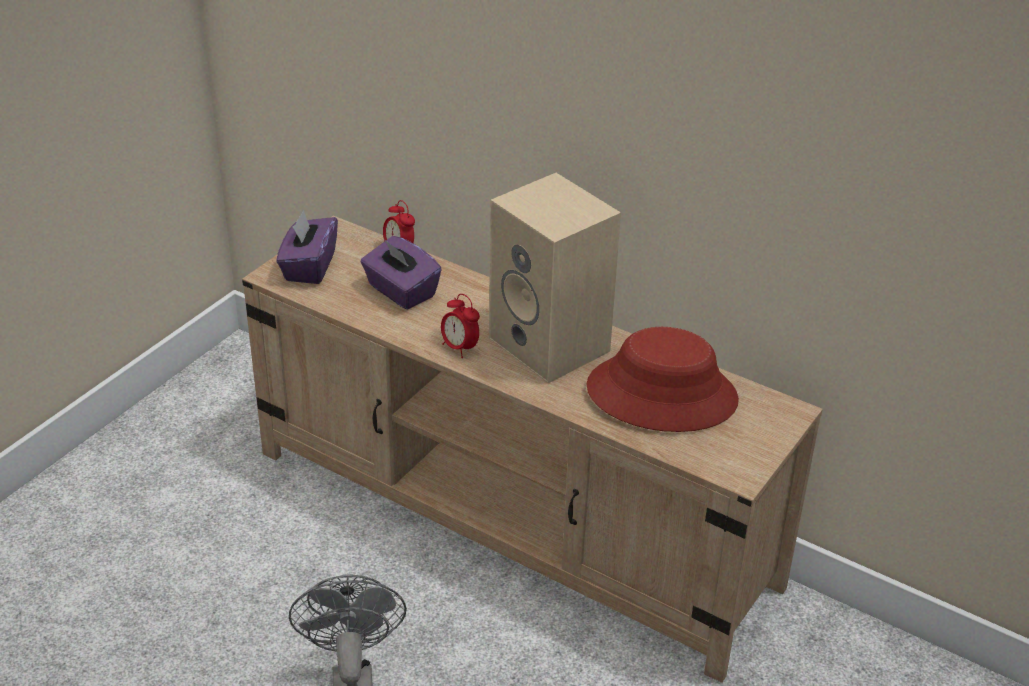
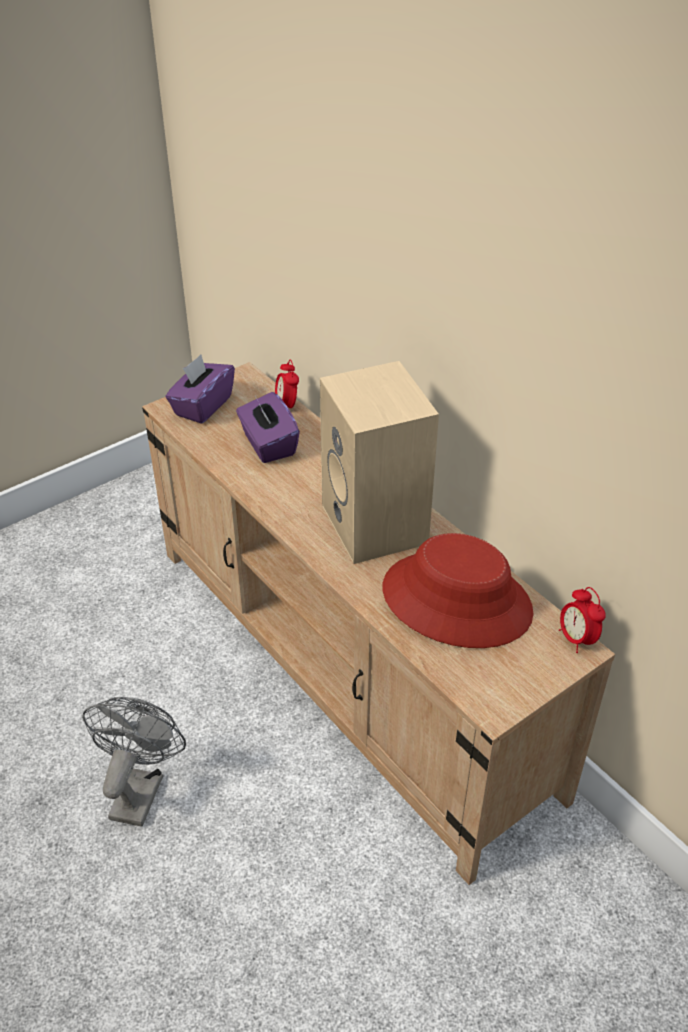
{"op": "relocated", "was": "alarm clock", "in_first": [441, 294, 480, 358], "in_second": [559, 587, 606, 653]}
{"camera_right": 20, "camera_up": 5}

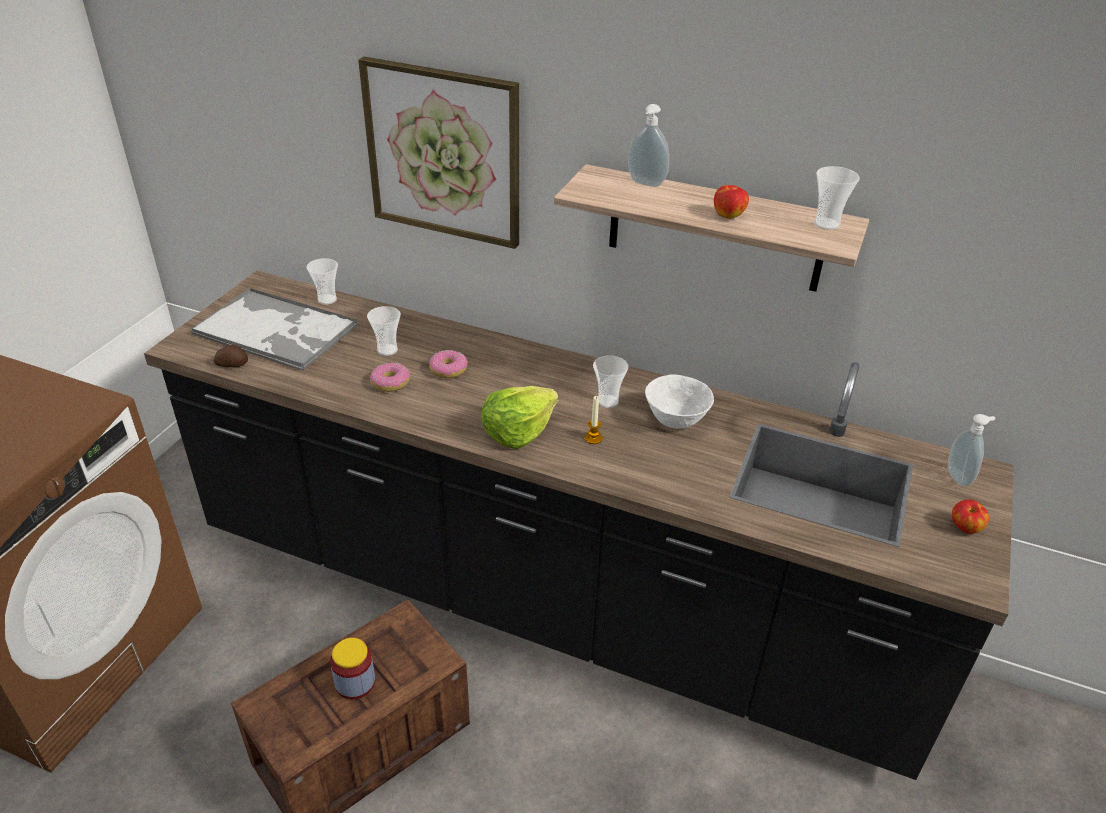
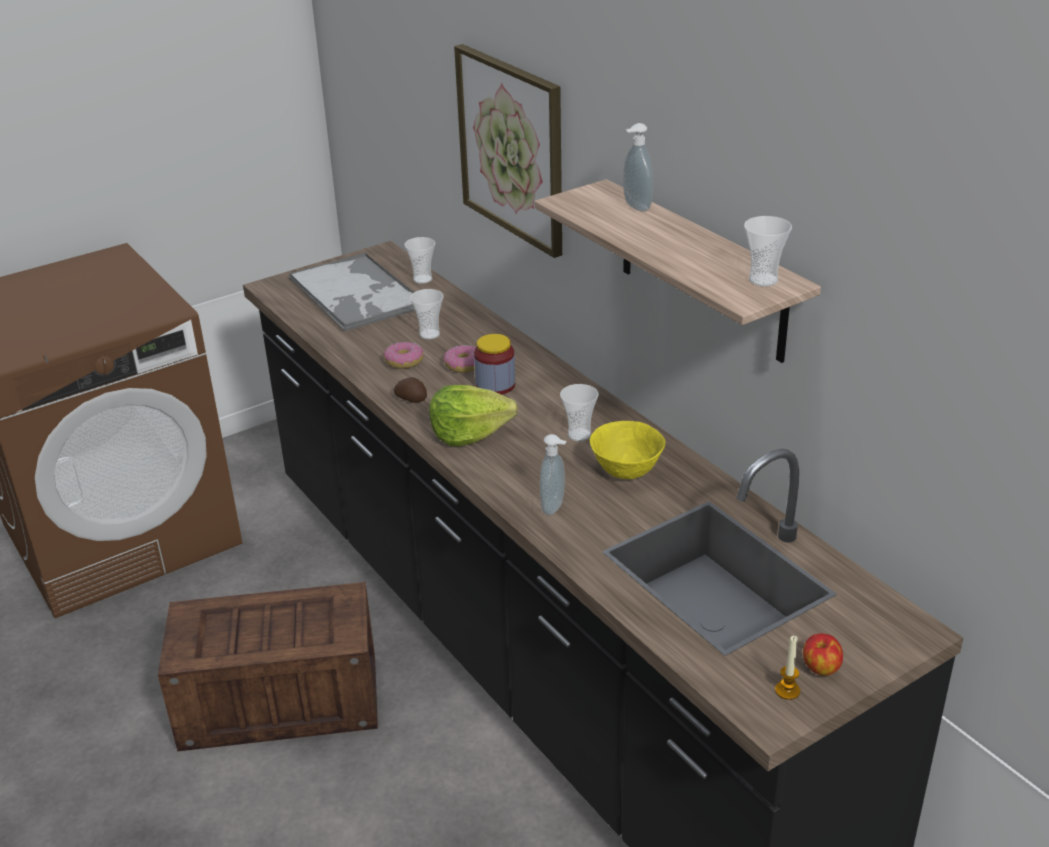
{"op": "relocated", "was": "whole potato", "in_first": [214, 345, 248, 367], "in_second": [394, 377, 427, 403]}
{"op": "relocated", "was": "preserve jar", "in_first": [330, 638, 375, 699], "in_second": [474, 334, 515, 395]}
{"op": "relocated", "was": "wax light", "in_first": [585, 396, 603, 444], "in_second": [775, 636, 800, 700]}
{"op": "colour", "was": "white-coloured bowl", "now": "yellowish bowl", "in_first": [645, 375, 714, 429], "in_second": [590, 421, 666, 479]}
{"op": "missing", "was": "apple", "in_first": [714, 185, 749, 219]}
{"op": "relocated", "was": "soap dispenser", "in_first": [948, 414, 996, 486], "in_second": [540, 434, 567, 515]}
{"camera_right": 35, "camera_up": -5}

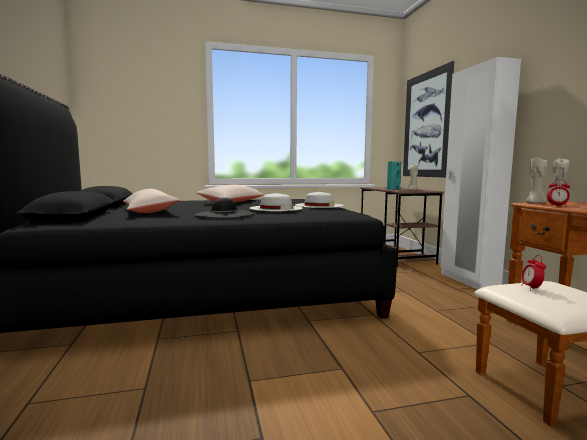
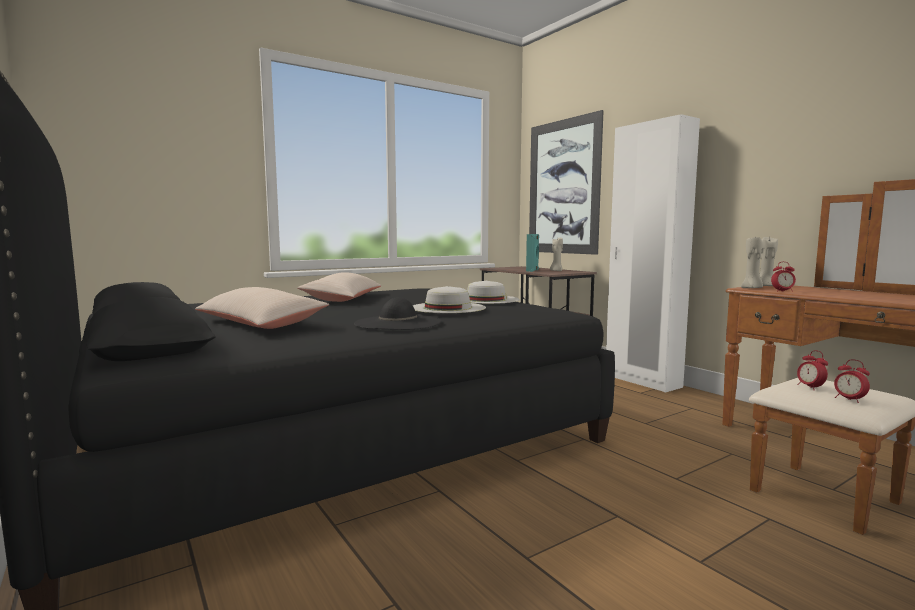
{"op": "appeared", "now": "alarm clock", "in_second": [834, 359, 870, 403]}
{"camera_right": -20, "camera_up": 0}

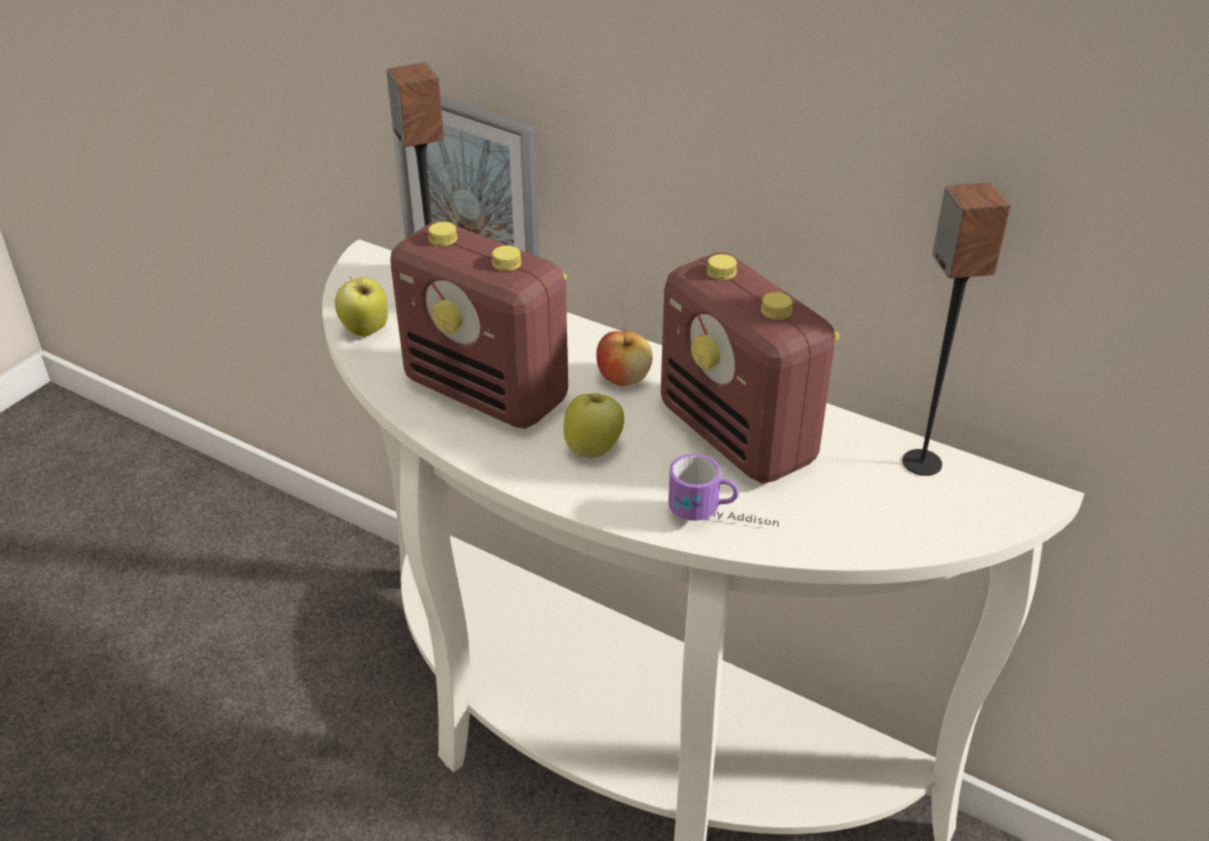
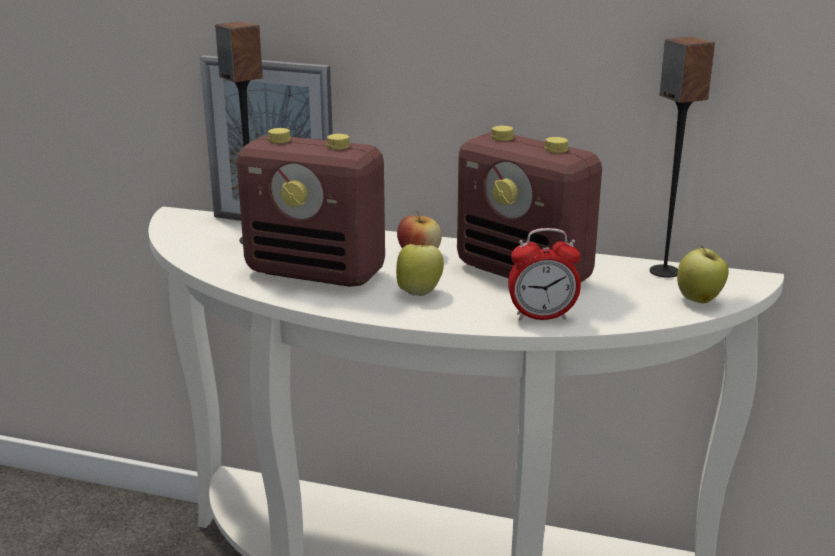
{"op": "relocated", "was": "apple", "in_first": [335, 277, 388, 337], "in_second": [677, 246, 728, 304]}
{"op": "exchanged", "was": "tea mug", "now": "alarm clock", "in_first": [668, 454, 779, 526], "in_second": [508, 228, 581, 320]}
{"camera_right": -15, "camera_up": -15}

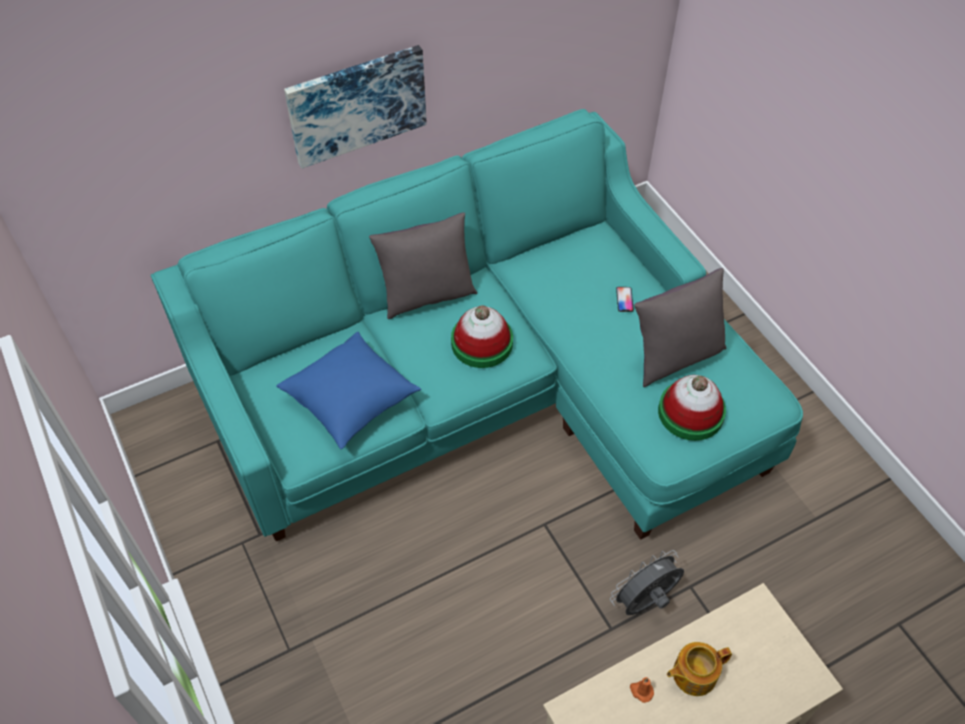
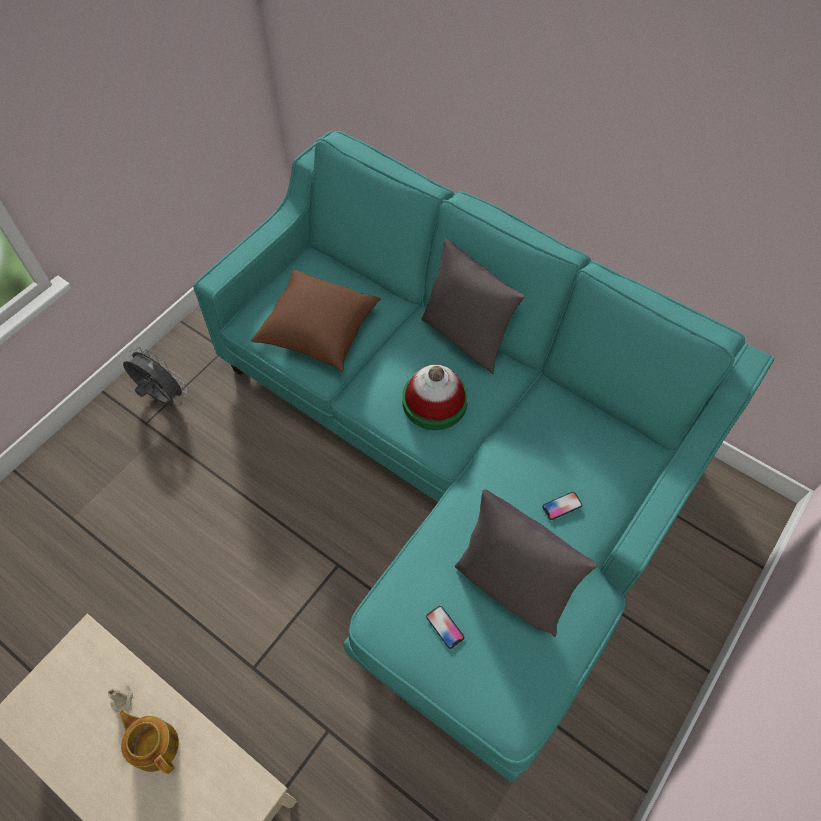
{"op": "colour", "was": "blue-coloured throw pillow", "now": "brown-coloured throw pillow", "in_first": [276, 332, 421, 449], "in_second": [251, 269, 381, 371]}
{"op": "missing", "was": "wall picture", "in_first": [284, 45, 427, 168]}
{"op": "relocated", "was": "grey cooling fan", "in_first": [610, 550, 684, 615], "in_second": [123, 347, 187, 405]}
{"op": "colour", "was": "orange-coloured wax light", "now": "beige-coloured wax light", "in_first": [630, 677, 654, 703], "in_second": [108, 685, 133, 712]}
{"op": "exchanged", "was": "wearable hat", "now": "phone", "in_first": [658, 375, 726, 441], "in_second": [426, 606, 465, 649]}
{"camera_right": 65, "camera_up": 5}

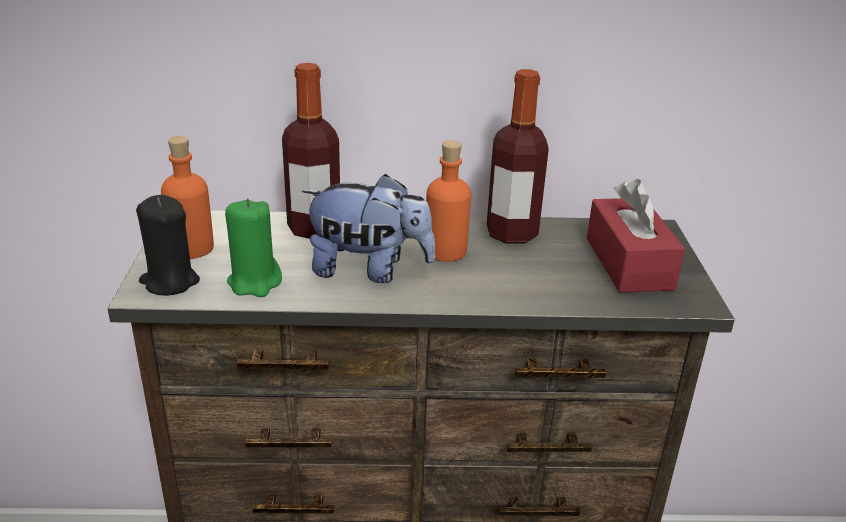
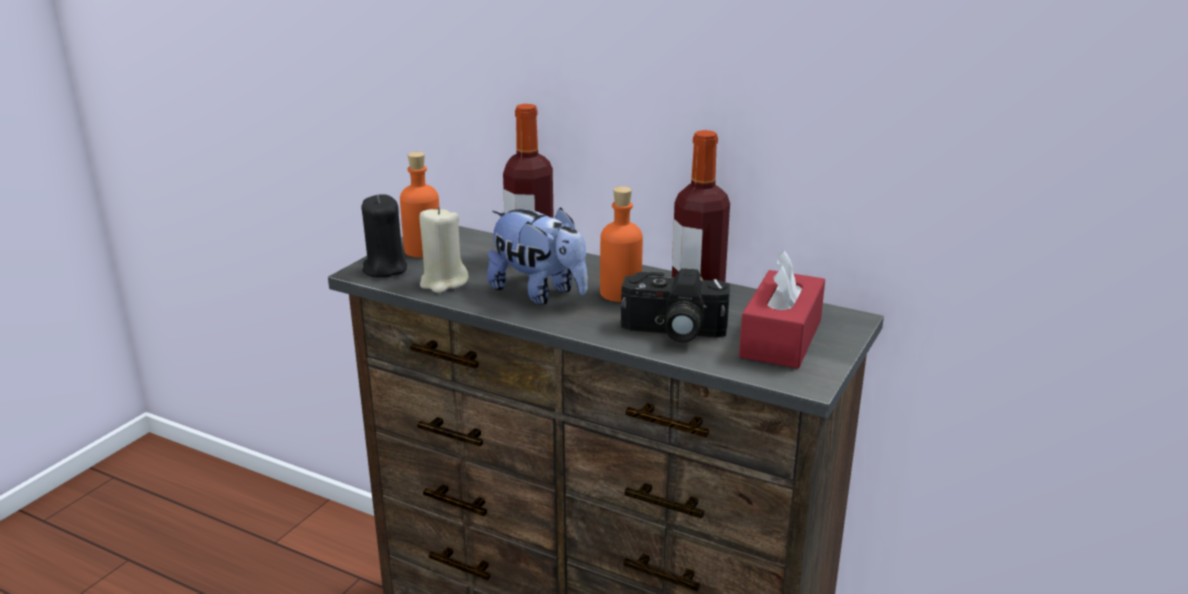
{"op": "colour", "was": "green wax light", "now": "beige-coloured wax light", "in_first": [225, 199, 282, 297], "in_second": [419, 207, 469, 293]}
{"op": "appeared", "now": "still camera", "in_second": [621, 268, 730, 343]}
{"camera_right": 30, "camera_up": -5}

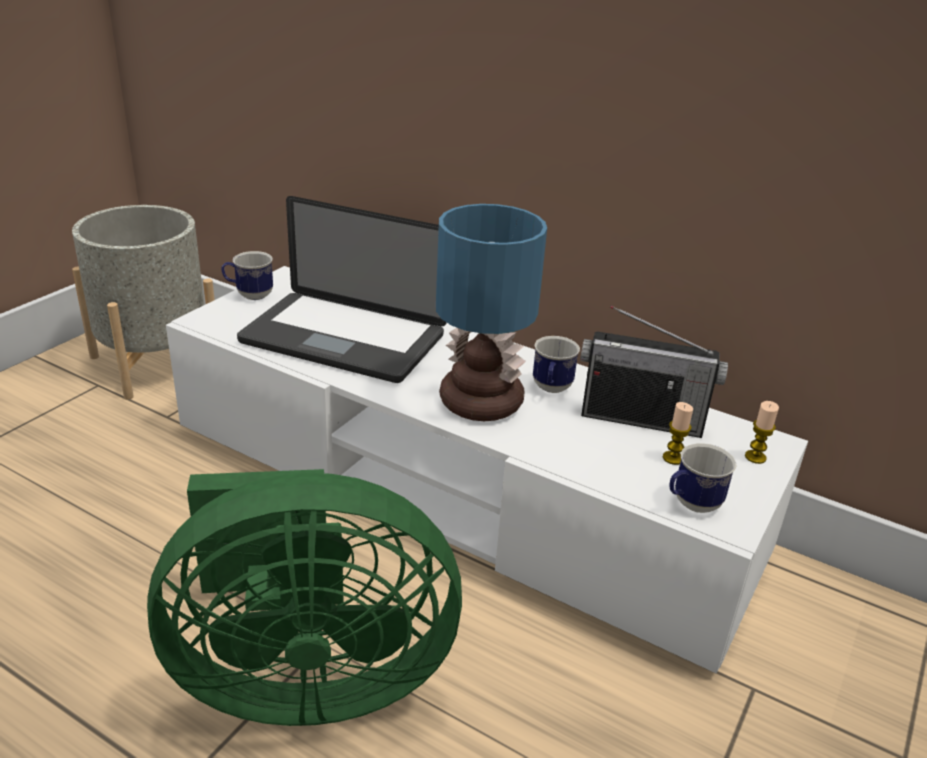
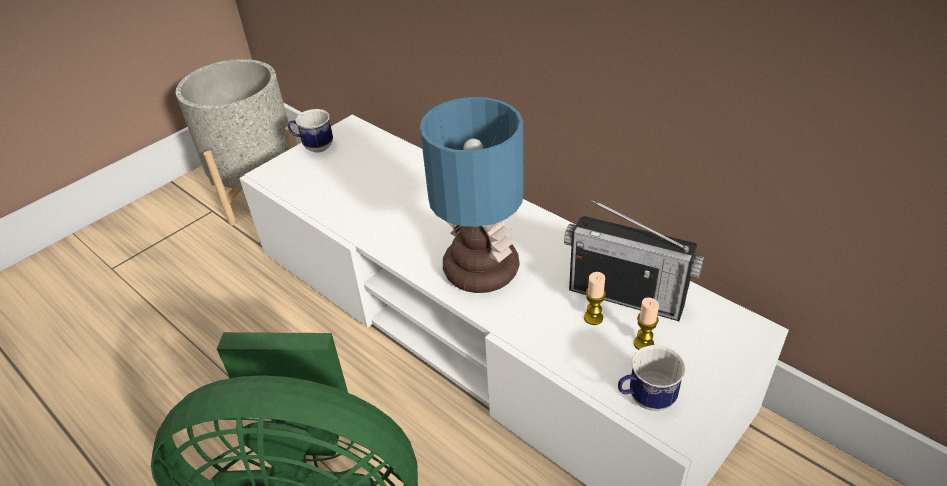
{"op": "missing", "was": "notebook computer", "in_first": [237, 196, 447, 383]}
{"op": "missing", "was": "tea mug", "in_first": [533, 336, 580, 393]}
{"op": "relocated", "was": "wax light", "in_first": [745, 401, 779, 464], "in_second": [584, 272, 606, 325]}
{"camera_right": 15, "camera_up": 10}

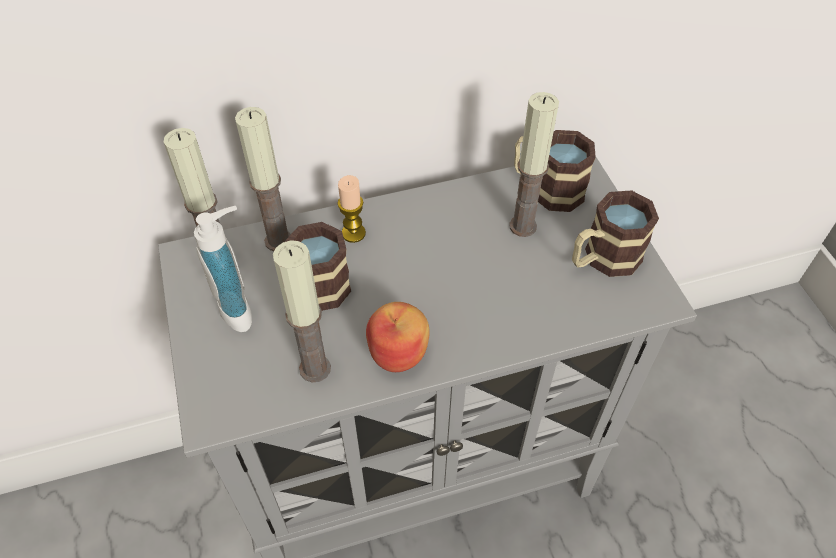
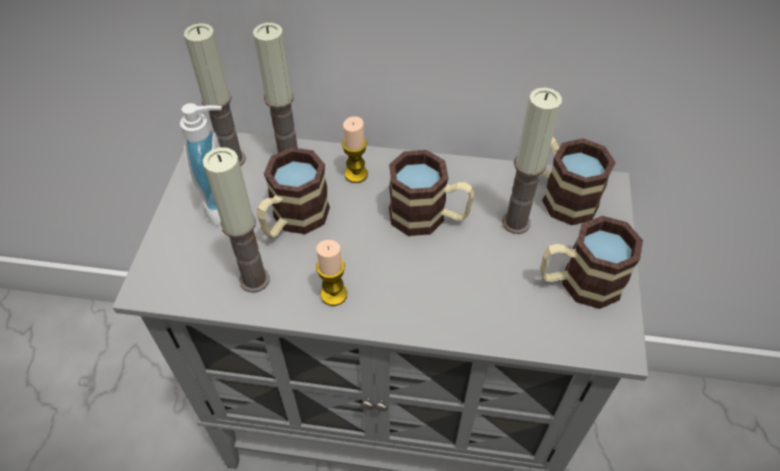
{"op": "exchanged", "was": "apple", "now": "wax light", "in_first": [366, 302, 430, 372], "in_second": [316, 240, 347, 306]}
{"op": "appeared", "now": "tea mug", "in_second": [389, 150, 474, 236]}
{"camera_right": 25, "camera_up": 0}

